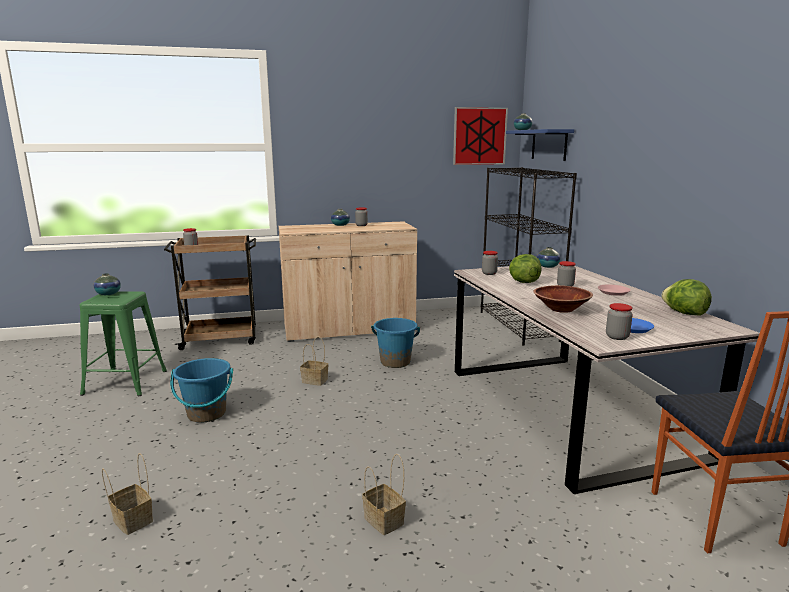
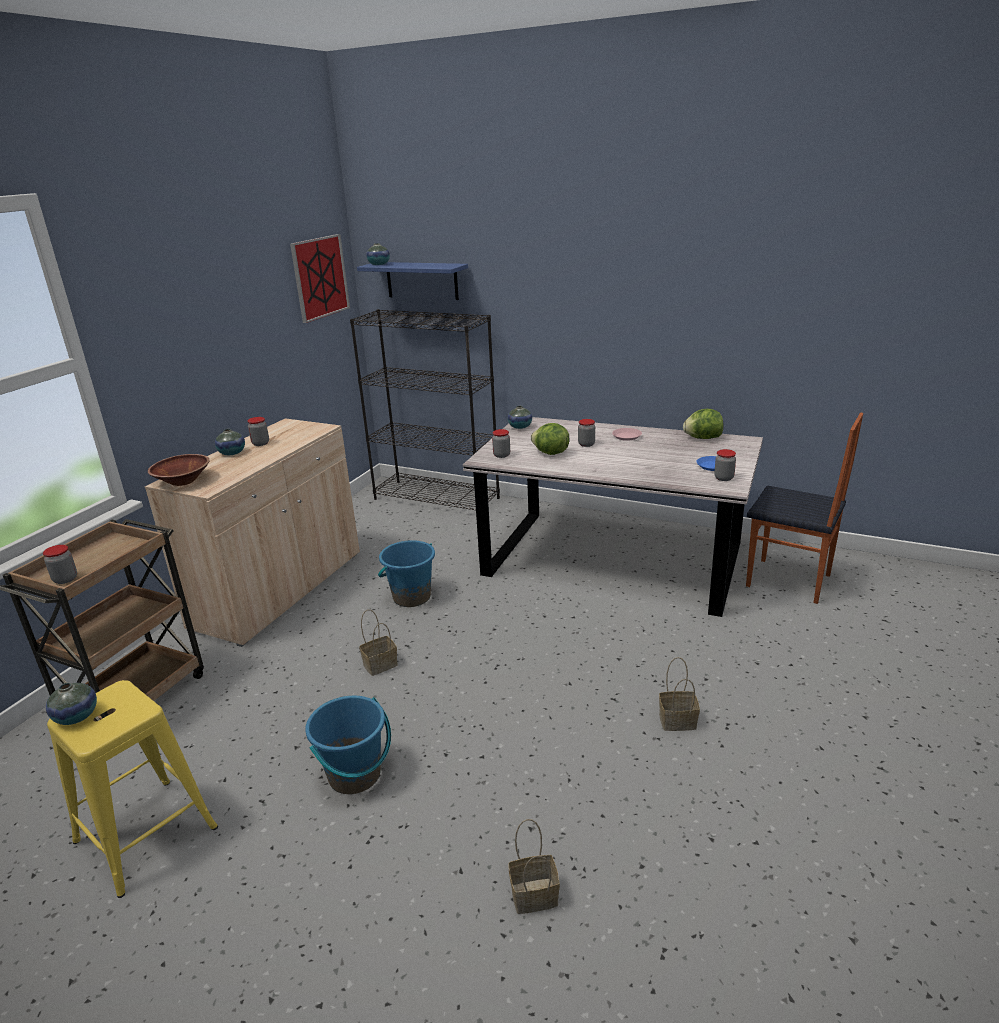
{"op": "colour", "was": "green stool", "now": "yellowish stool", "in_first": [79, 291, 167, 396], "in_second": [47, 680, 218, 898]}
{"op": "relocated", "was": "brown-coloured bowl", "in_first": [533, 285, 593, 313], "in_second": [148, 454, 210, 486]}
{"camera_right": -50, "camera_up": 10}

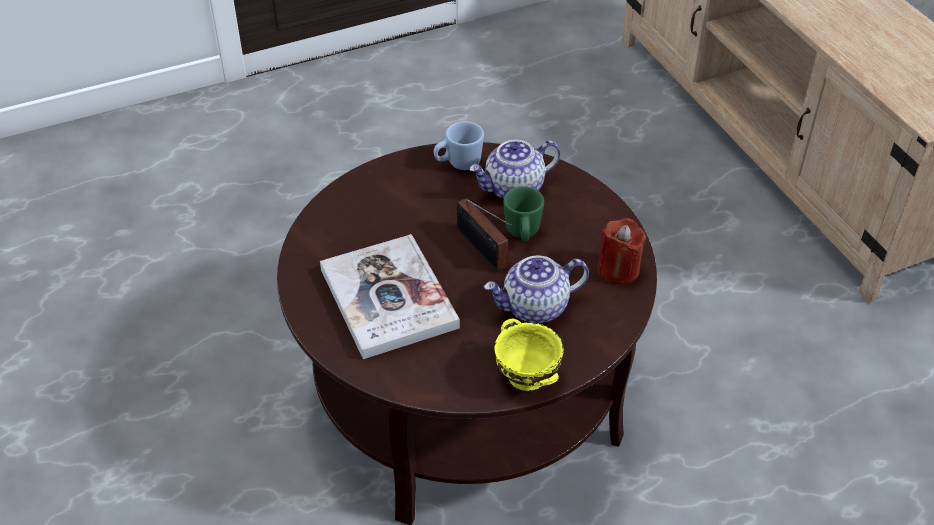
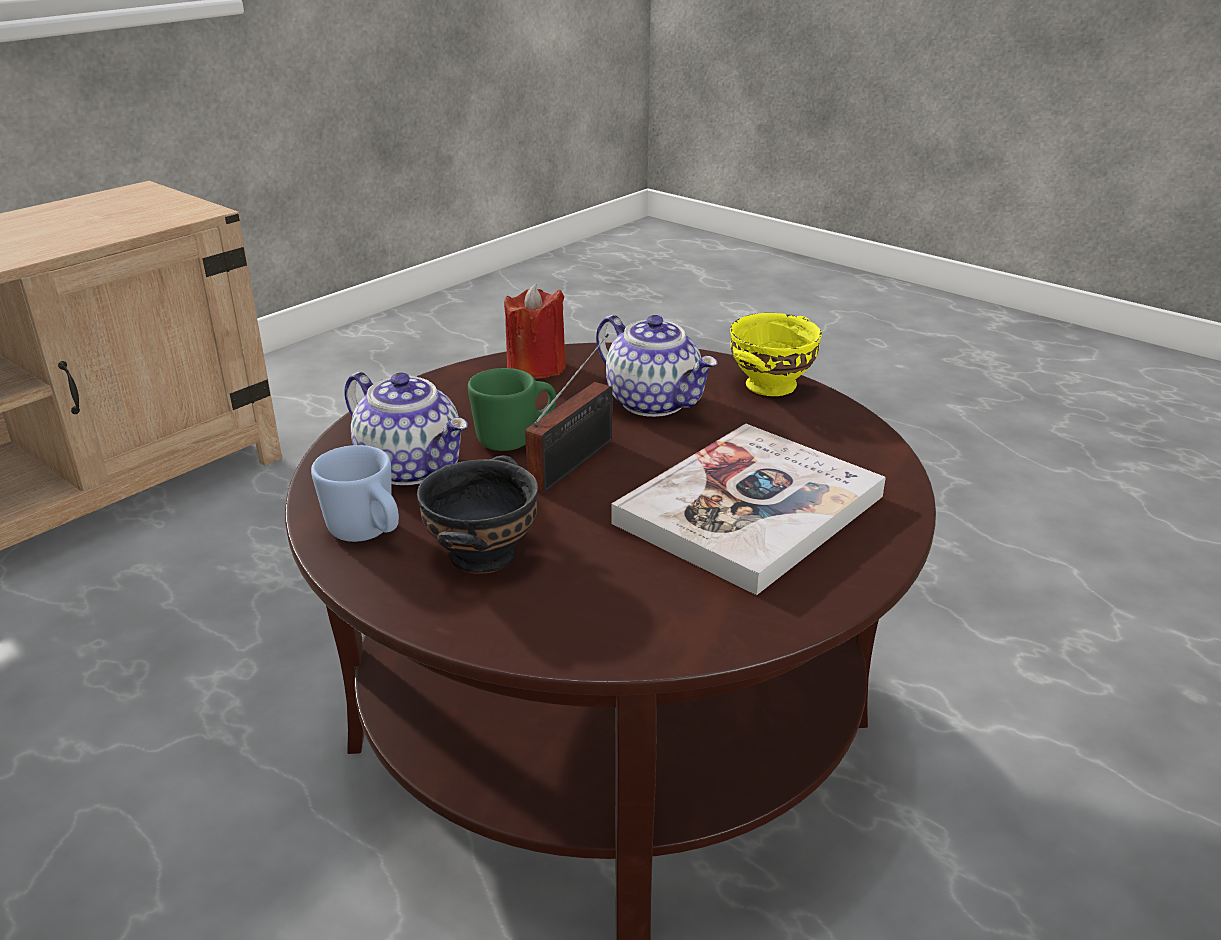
{"op": "appeared", "now": "blackish bowl", "in_second": [417, 455, 538, 573]}
{"camera_right": -115, "camera_up": -15}

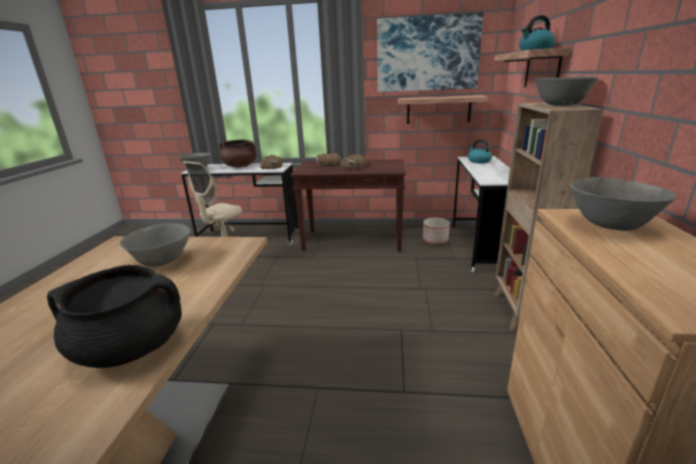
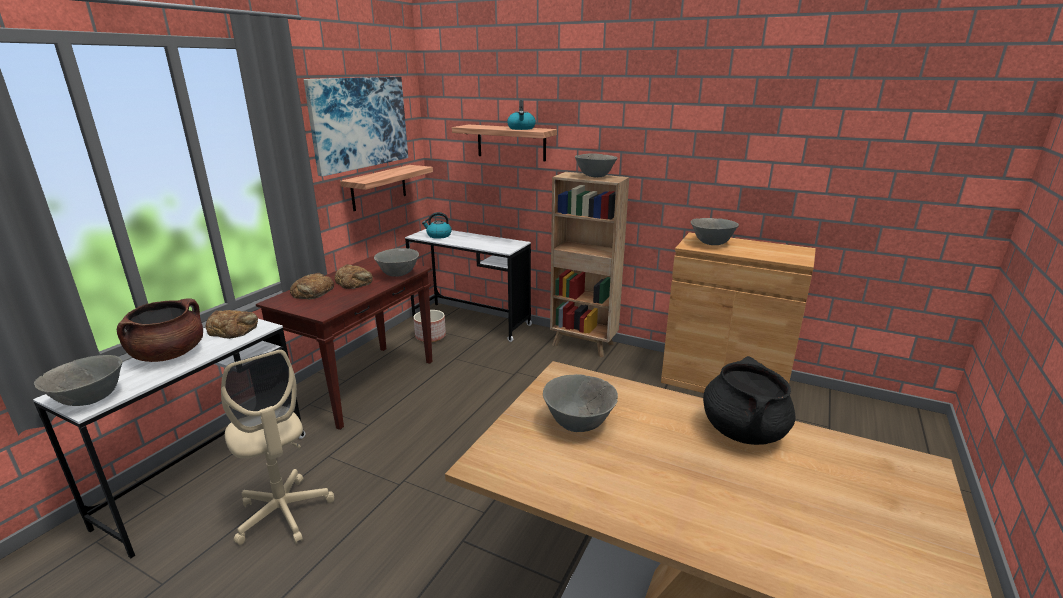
{"op": "appeared", "now": "grey bowl", "in_second": [374, 248, 419, 277]}
{"camera_right": -70, "camera_up": 0}

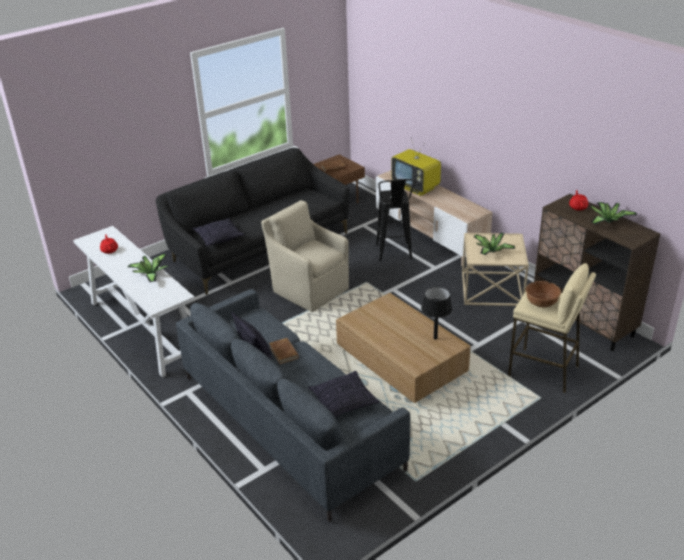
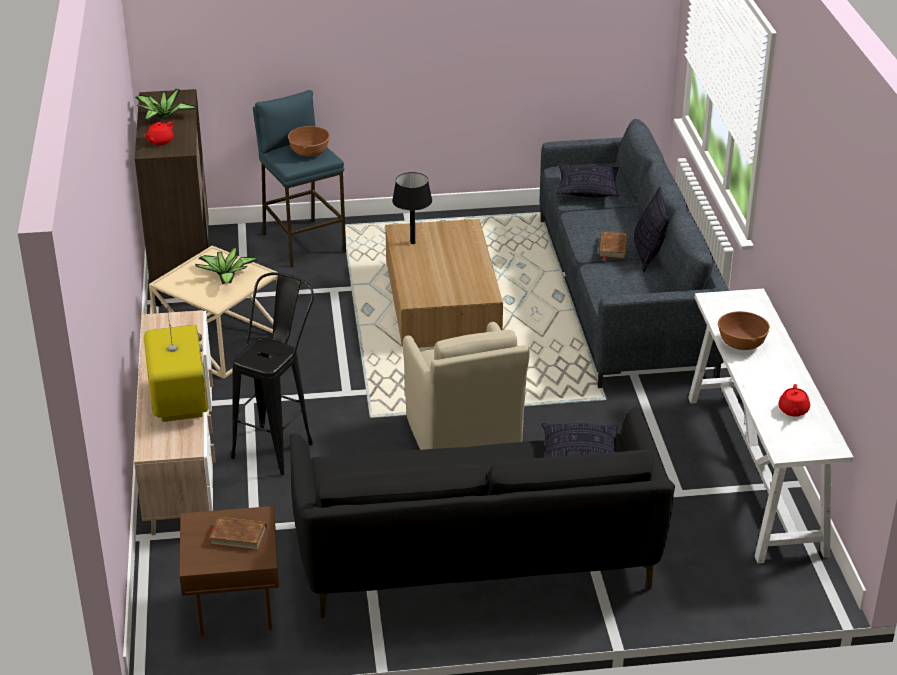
{"op": "exchanged", "was": "plant in a pot", "now": "brown-coloured bowl", "in_first": [128, 254, 169, 282], "in_second": [718, 311, 770, 350]}
{"op": "colour", "was": "beige-coloured stool", "now": "blue-coloured stool", "in_first": [508, 263, 596, 393], "in_second": [253, 90, 346, 268]}
{"camera_right": -150, "camera_up": 0}

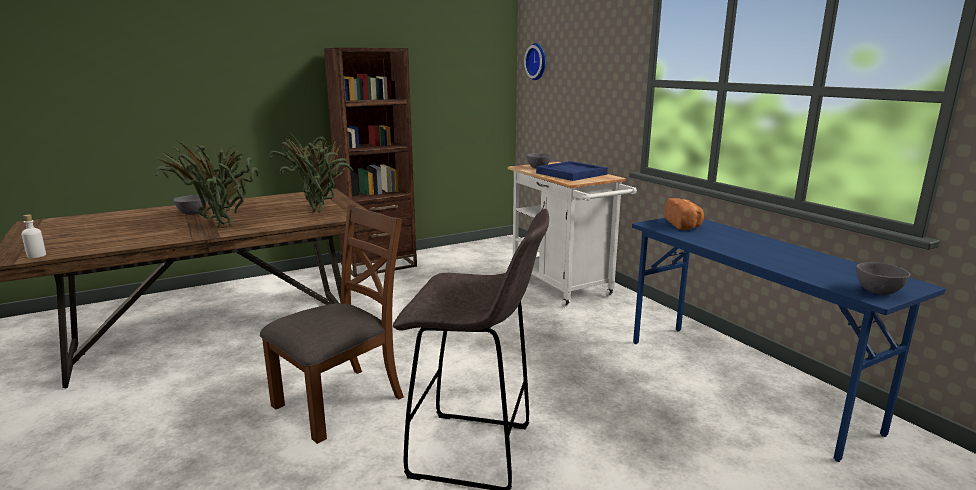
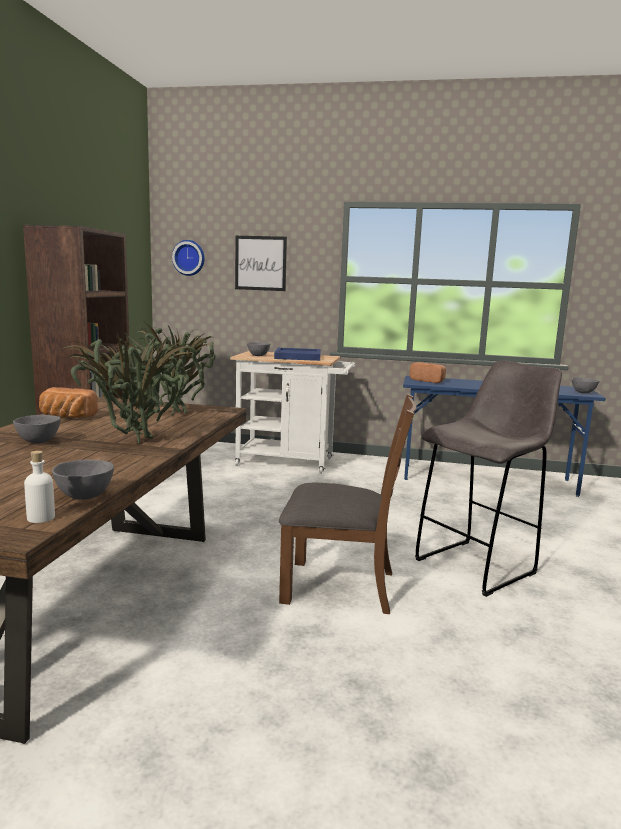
{"op": "spun", "was": "brown-coloured plain chair", "in_first": [260, 204, 404, 444], "in_second": [279, 394, 416, 614], "clockwise": 105}
{"op": "appeared", "now": "bread", "in_second": [39, 387, 98, 418]}
{"op": "appeared", "now": "grey bowl", "in_second": [52, 460, 114, 500]}
{"op": "appeared", "now": "wall picture", "in_second": [235, 236, 287, 291]}
{"camera_right": -50, "camera_up": -5}

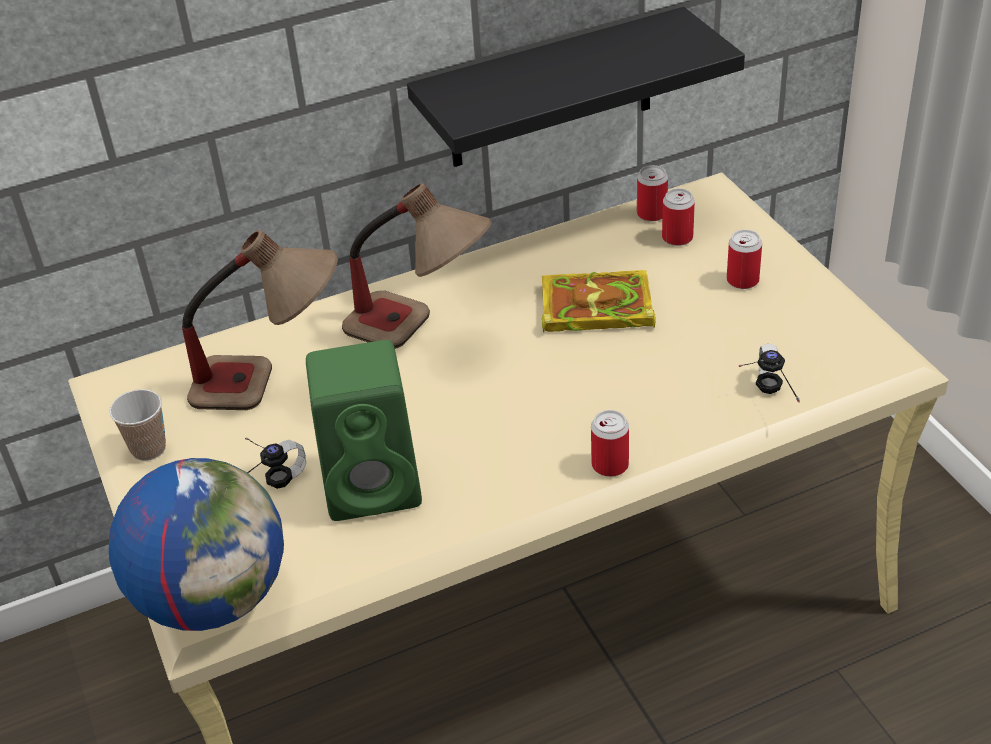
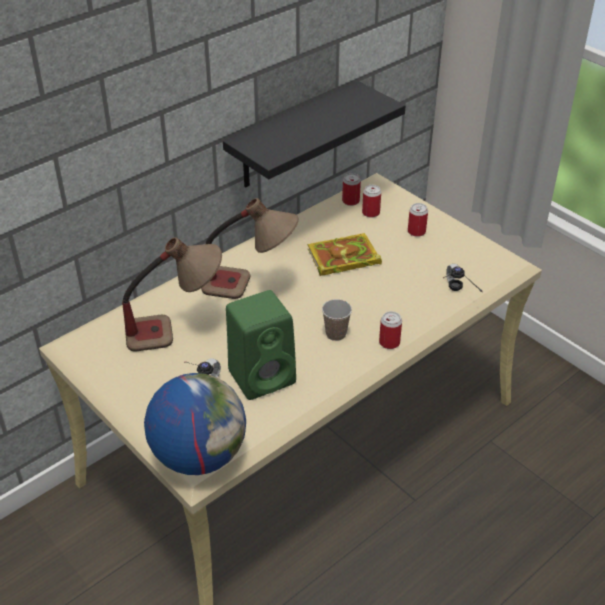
{"op": "relocated", "was": "drinking cup", "in_first": [109, 389, 166, 461], "in_second": [322, 299, 352, 341]}
{"camera_right": -20, "camera_up": 0}

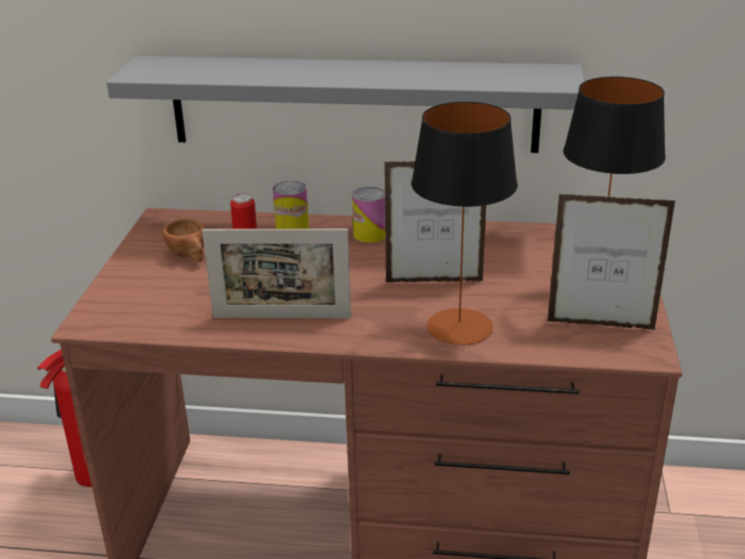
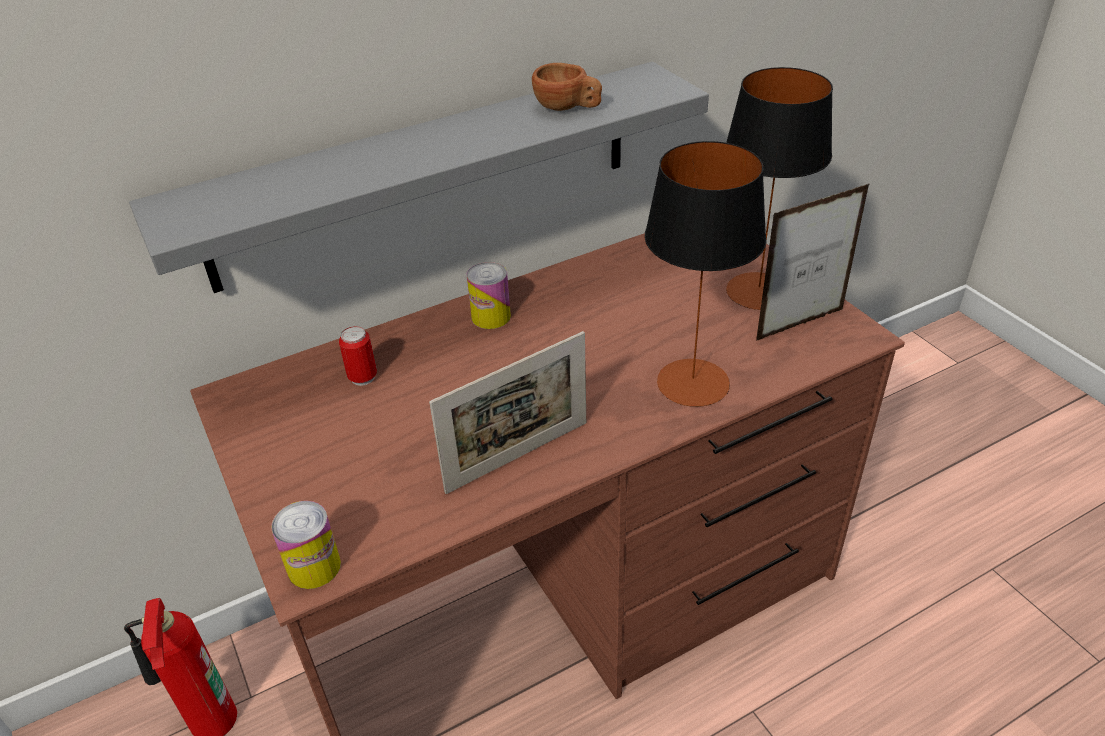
{"op": "relocated", "was": "brown-coloured drinking cup", "in_first": [162, 219, 206, 262], "in_second": [532, 63, 602, 111]}
{"op": "relocated", "was": "can", "in_first": [273, 181, 309, 229], "in_second": [271, 501, 341, 589]}
{"op": "missing", "was": "picture frame", "in_first": [384, 161, 486, 283]}
{"camera_right": -35, "camera_up": 10}

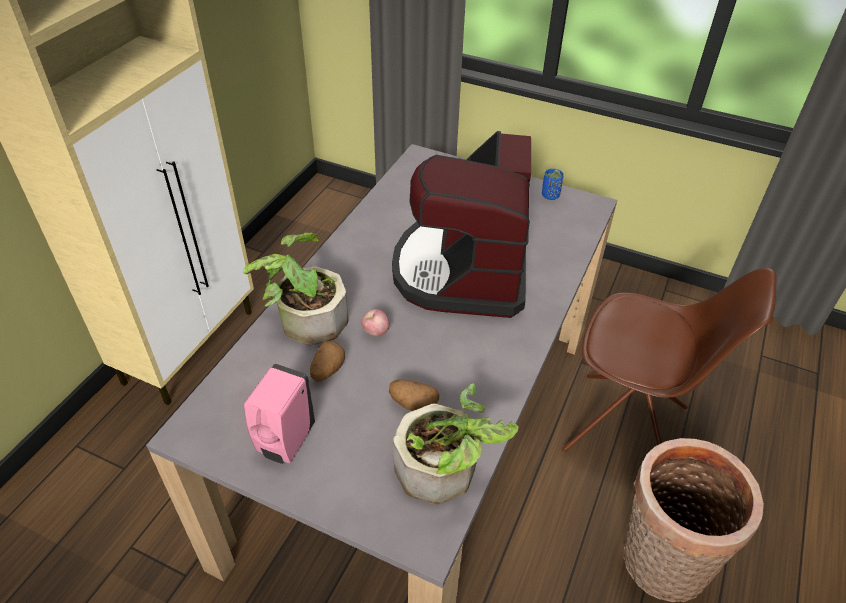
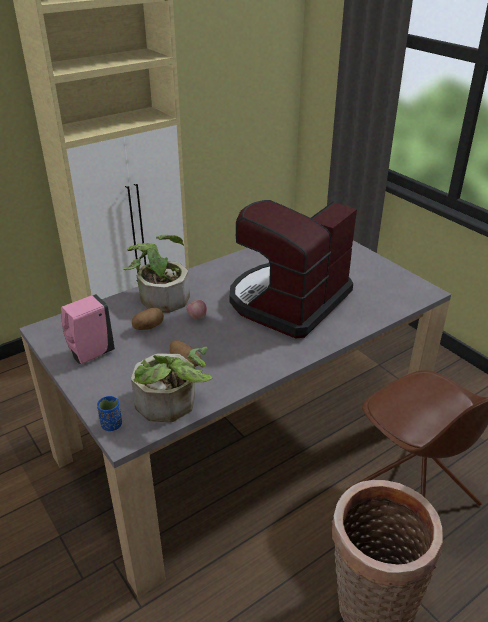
{"op": "relocated", "was": "blue-coloured drinking cup", "in_first": [542, 169, 564, 200], "in_second": [97, 396, 122, 431]}
{"camera_right": 30, "camera_up": -10}

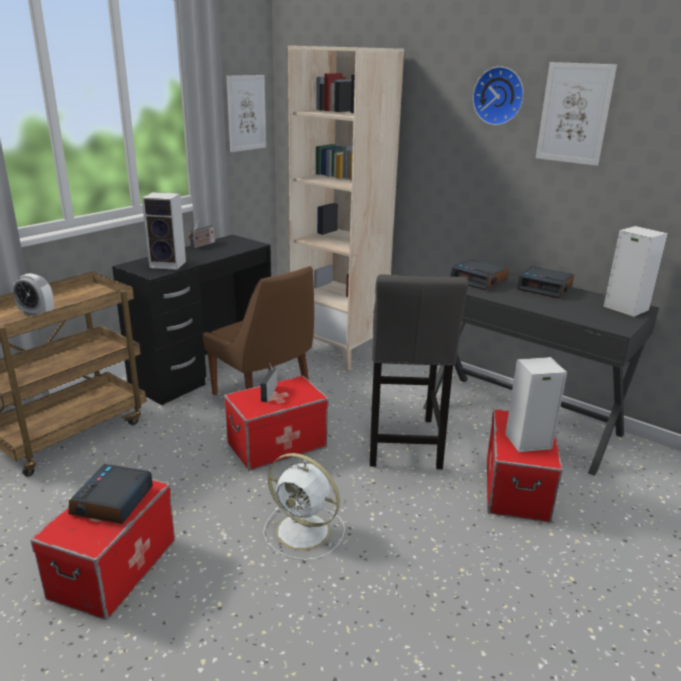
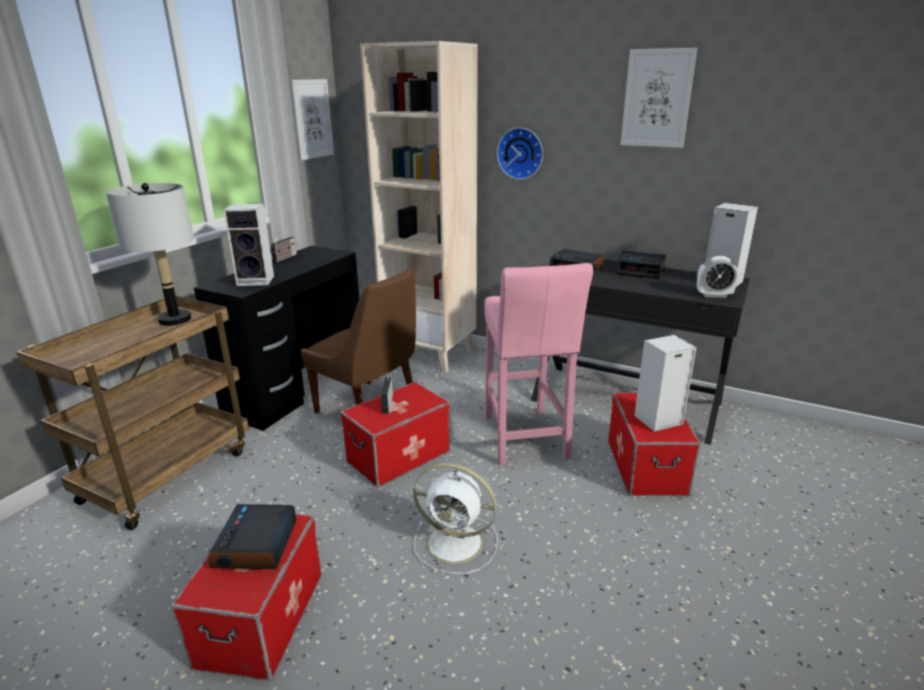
{"op": "relocated", "was": "alarm clock", "in_first": [13, 273, 54, 316], "in_second": [697, 256, 739, 298]}
{"op": "colour", "was": "grey stool", "now": "pinkish stool", "in_first": [370, 274, 468, 469], "in_second": [484, 263, 593, 466]}
{"op": "relocated", "was": "clock on the wall", "in_first": [472, 66, 524, 126], "in_second": [497, 128, 543, 180]}
{"op": "appeared", "now": "grey table lamp", "in_second": [106, 183, 194, 326]}
{"camera_right": -10, "camera_up": 0}

